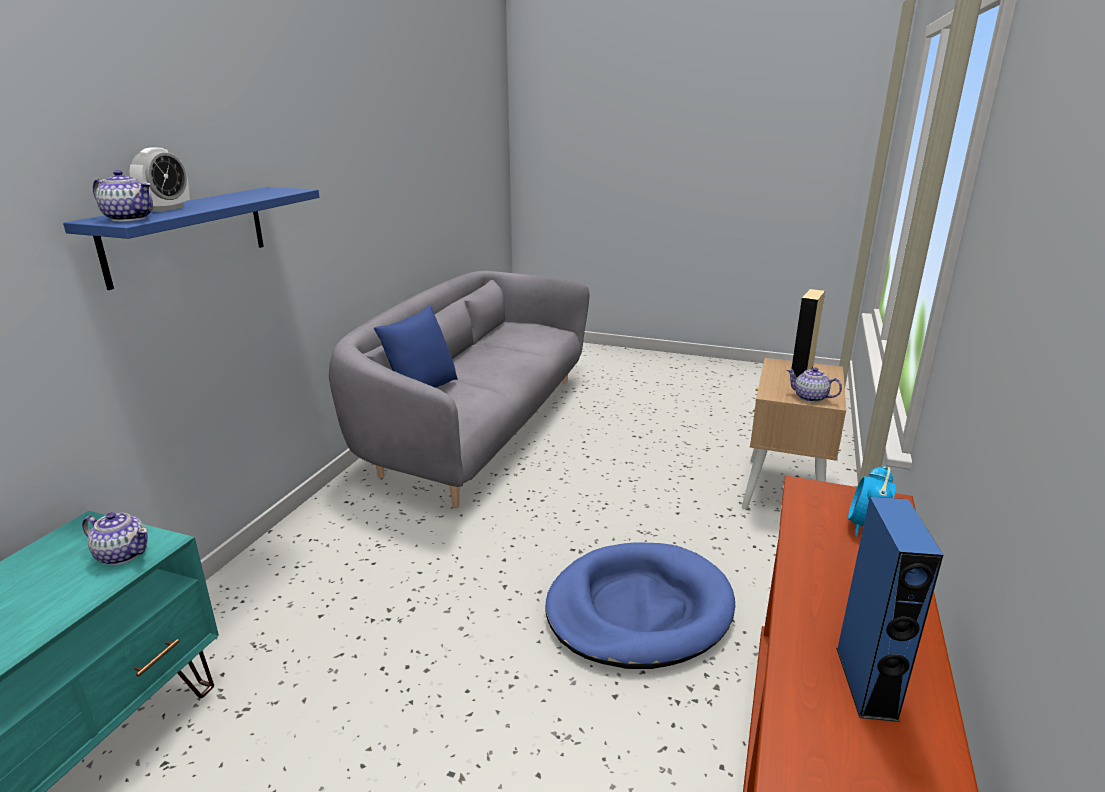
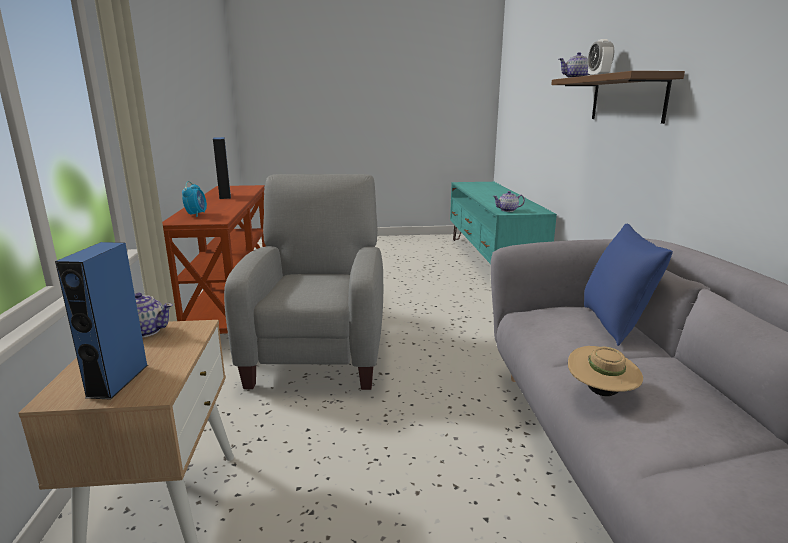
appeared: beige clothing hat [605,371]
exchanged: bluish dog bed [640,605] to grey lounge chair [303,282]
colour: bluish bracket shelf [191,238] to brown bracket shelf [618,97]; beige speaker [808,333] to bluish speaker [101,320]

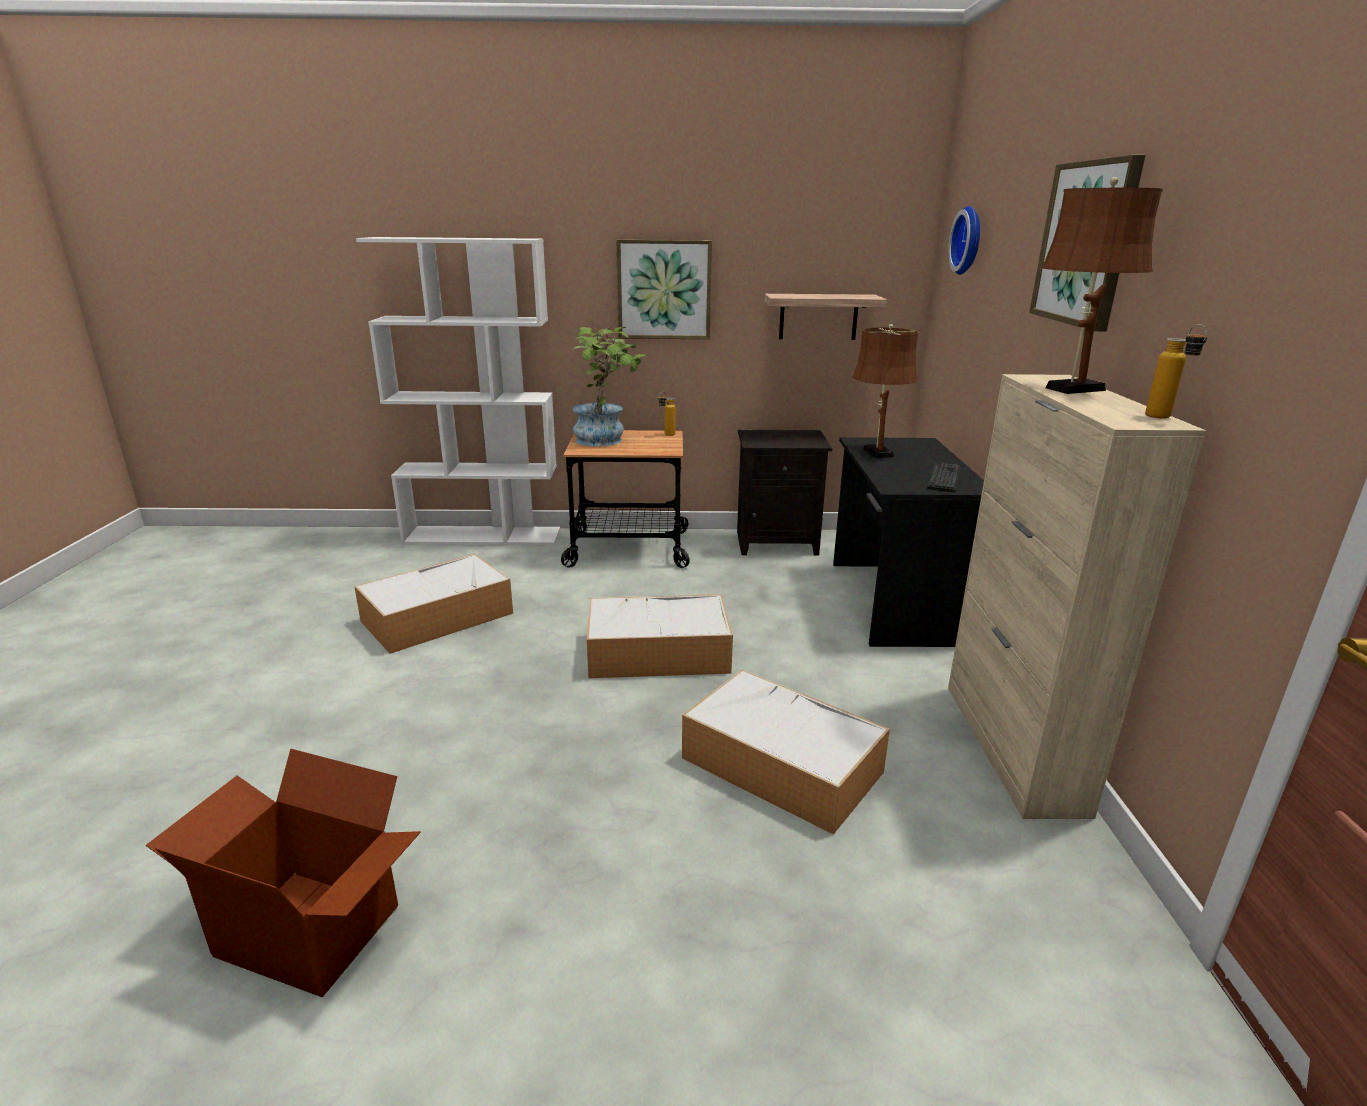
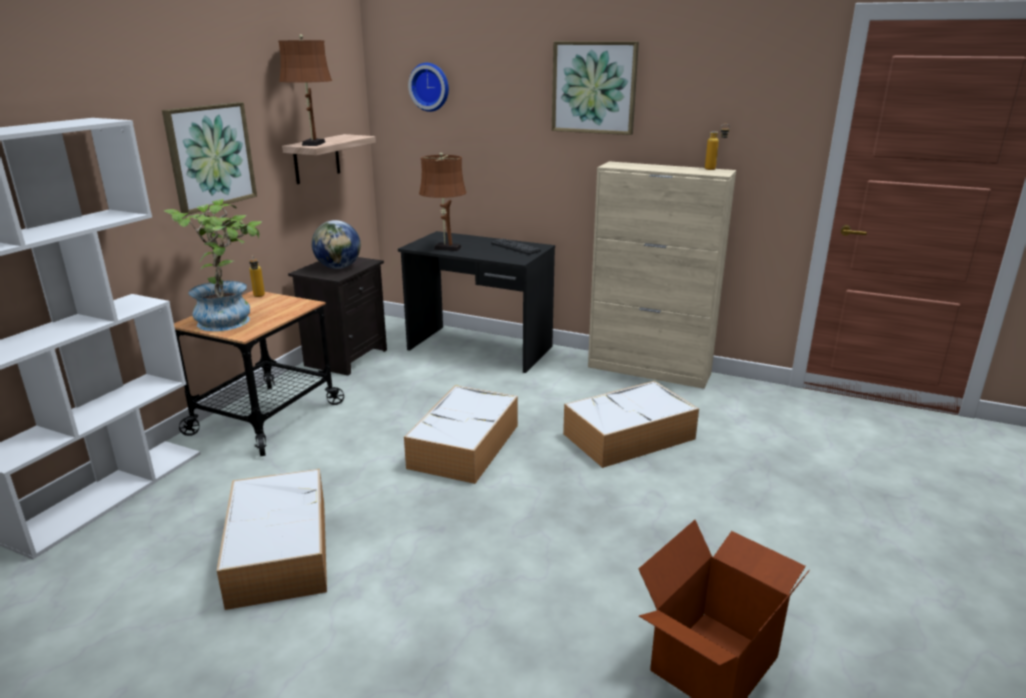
appeared: desk globe [336,244]
relocated: brown lamp for a table [1102,285] to [305,90]

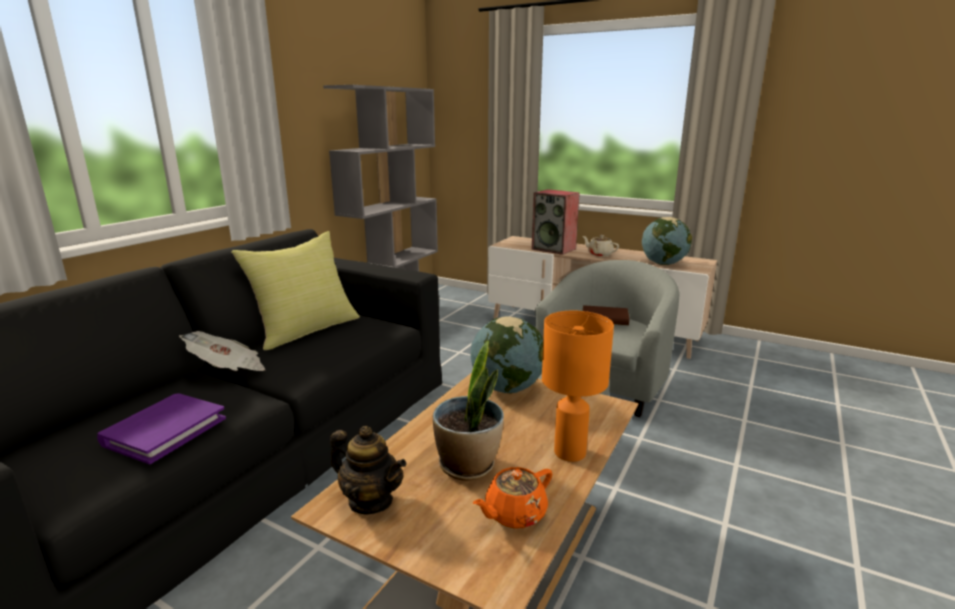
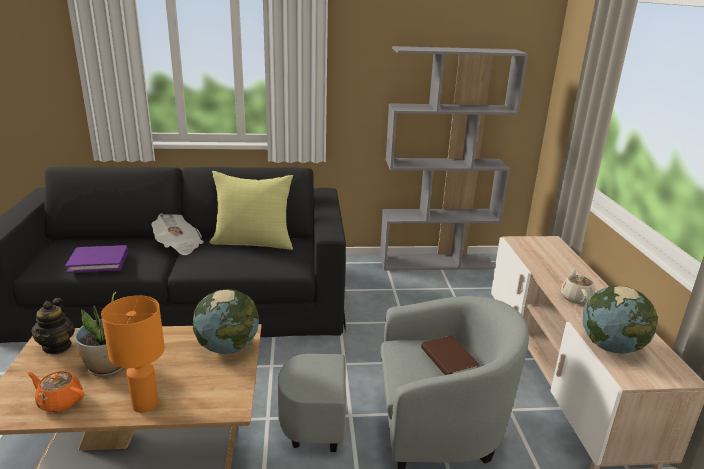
missing: speaker [556,222]

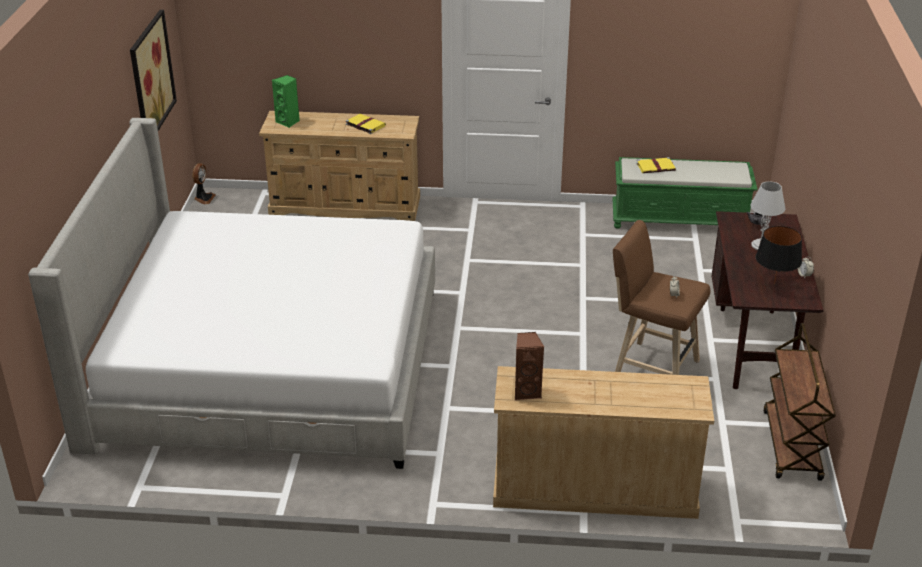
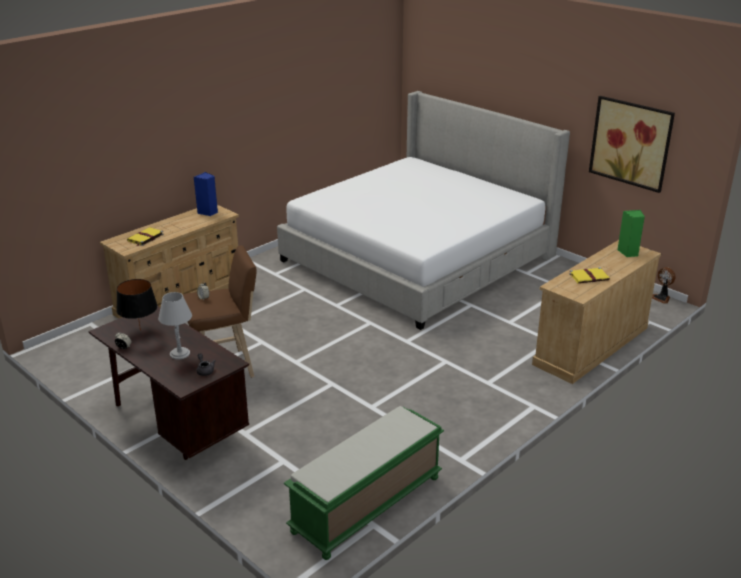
missing: brown trolley [799,402]
relocated: yellow bound book [656,165] to [145,236]
colour: brown speaker [529,366] to bluish speaker [206,194]

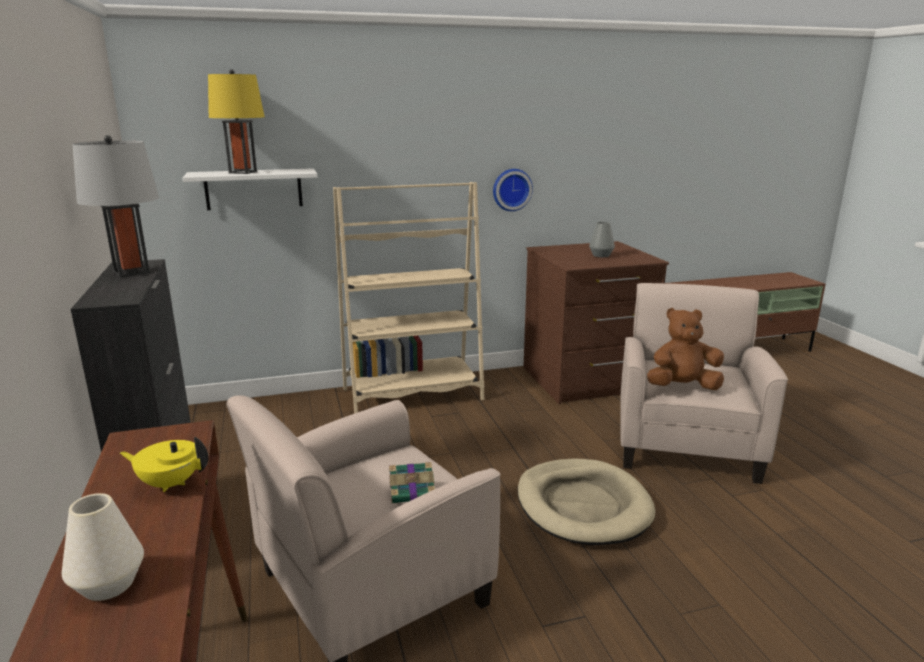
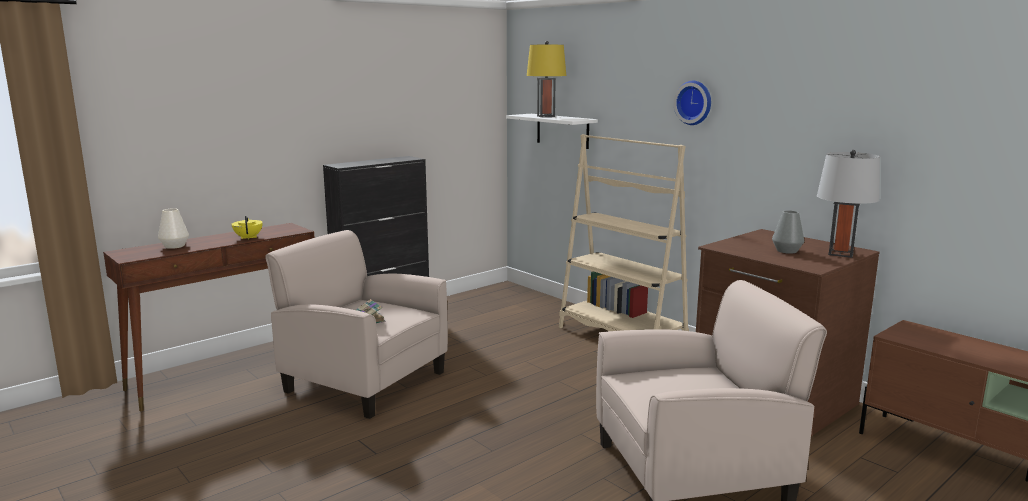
missing: beige dog bed [587,502]; brown cuddly toy [685,349]
relocated: grey lamp for a table [115,206] to [848,204]; hanging clock [513,190] to [692,103]

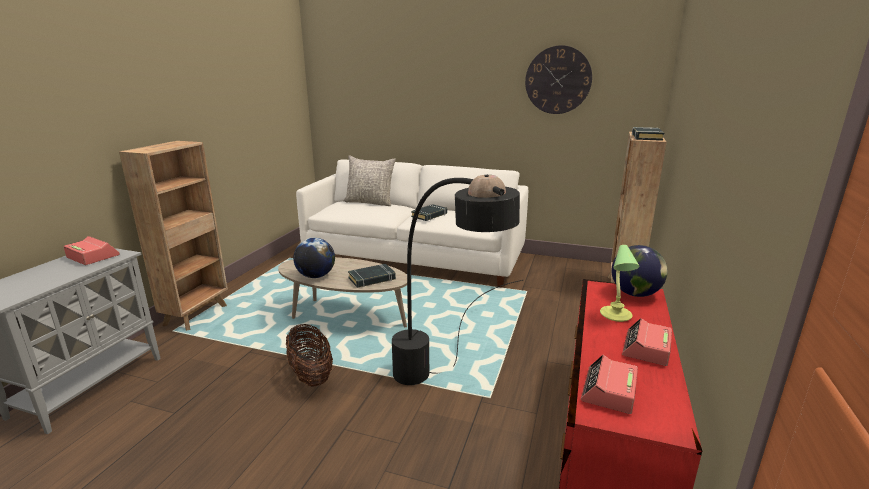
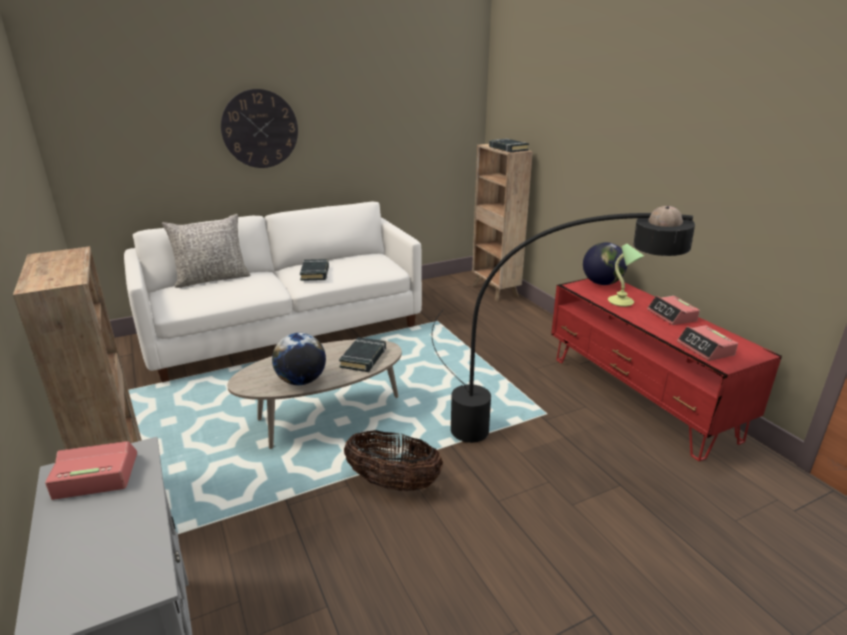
relocated: hanging clock [558,79] to [259,128]

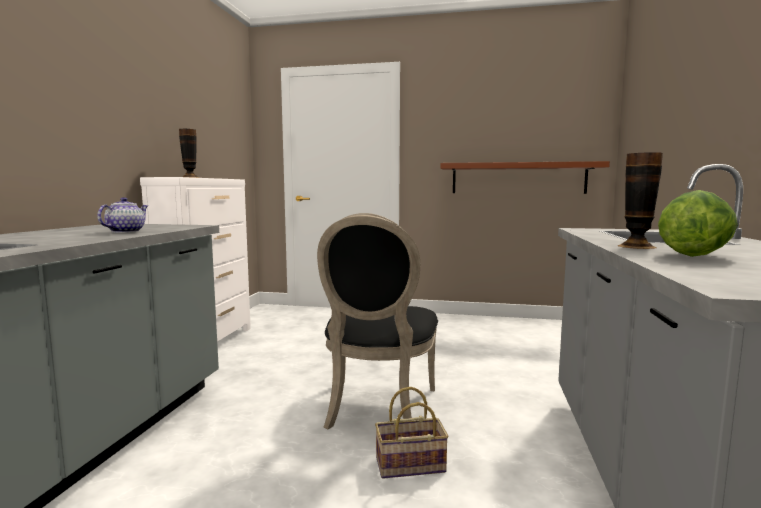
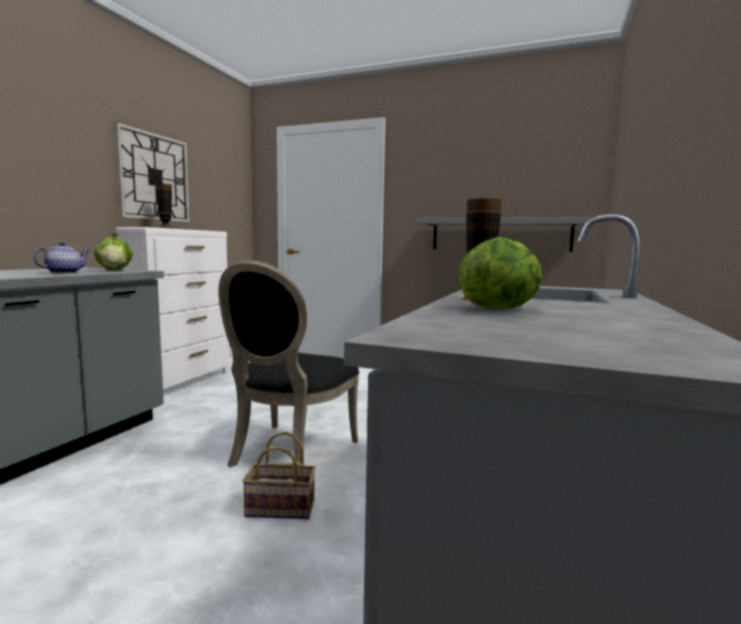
appeared: lettuce head [113,253]; hanging clock [151,172]
colour: brown bracket shelf [525,177] to grey bracket shelf [503,234]

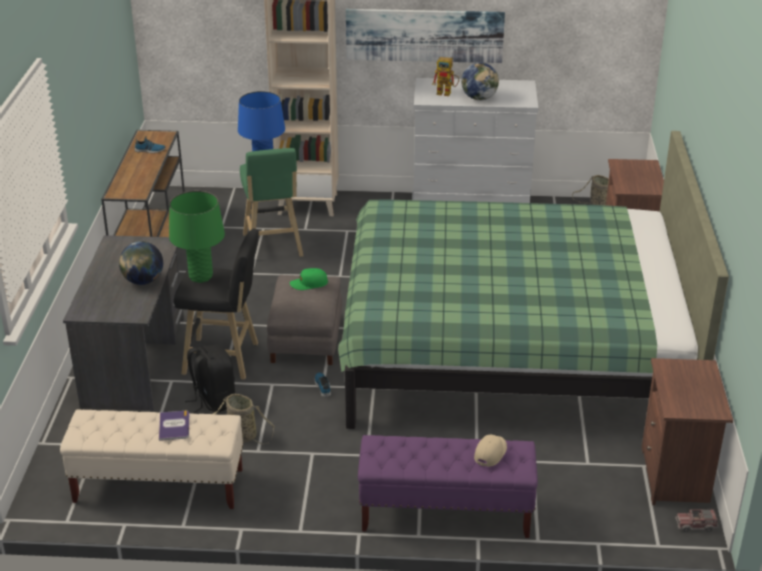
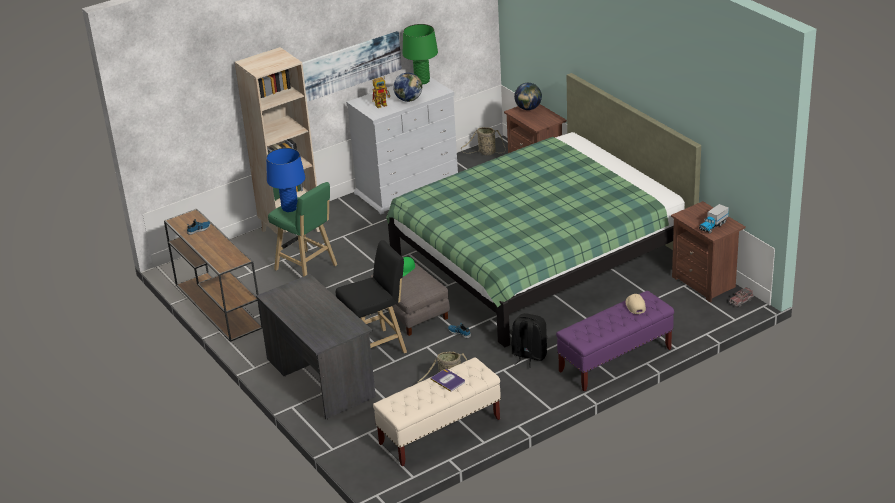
appeared: toy lorry [714,219]
relocated: desk globe [141,263] to [528,96]; green-coloured lamp for a table [197,237] to [420,54]; black-coloured rucksack [210,379] to [529,340]

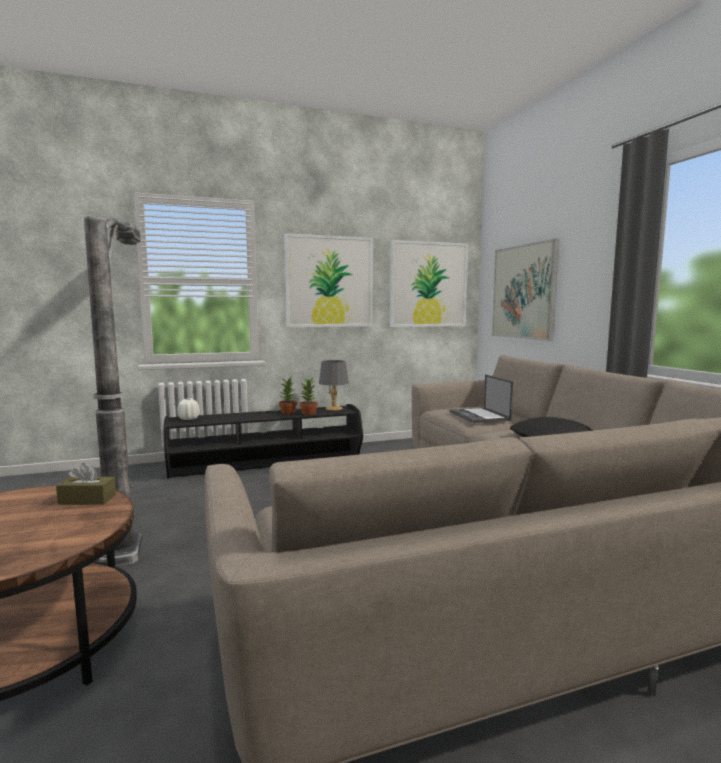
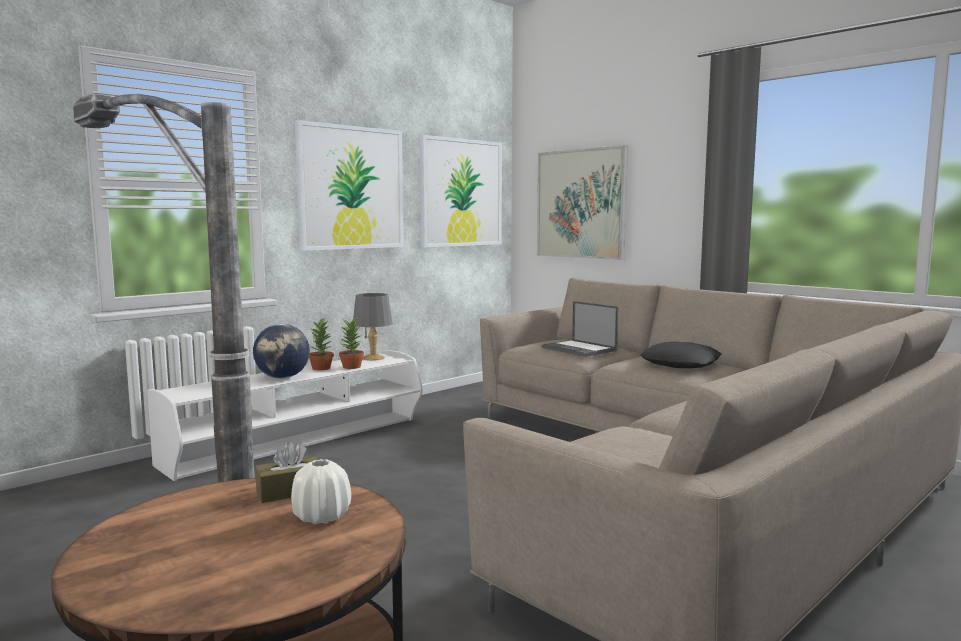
appeared: desk globe [281,351]
relocated: white-coloured decorative vase [188,409] to [321,491]
colour: black-coloured tv stand [263,441] to white-coloured tv stand [285,416]

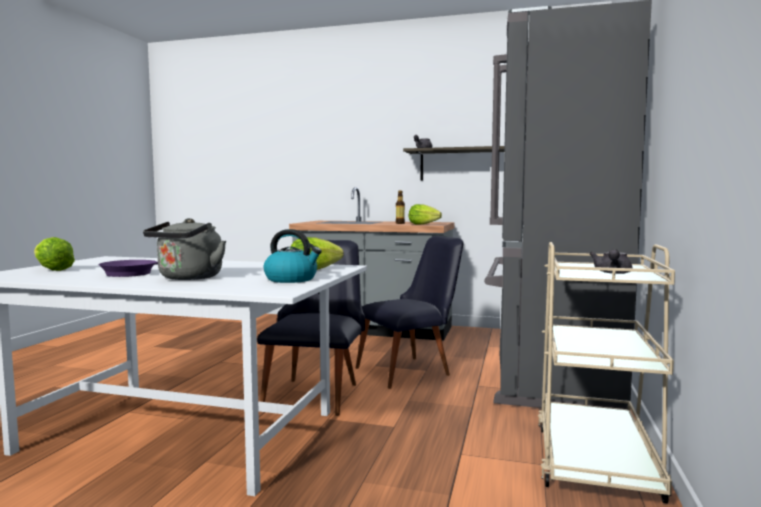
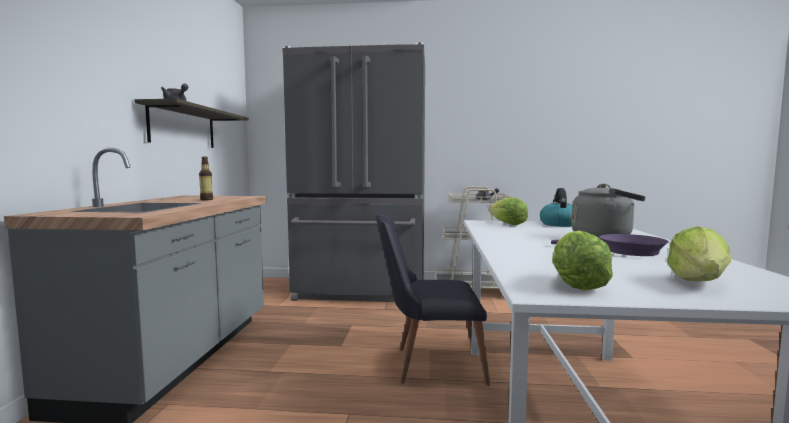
missing: black-coloured upright chair [410,312]
relocated: lettuce head [425,214] to [582,260]

